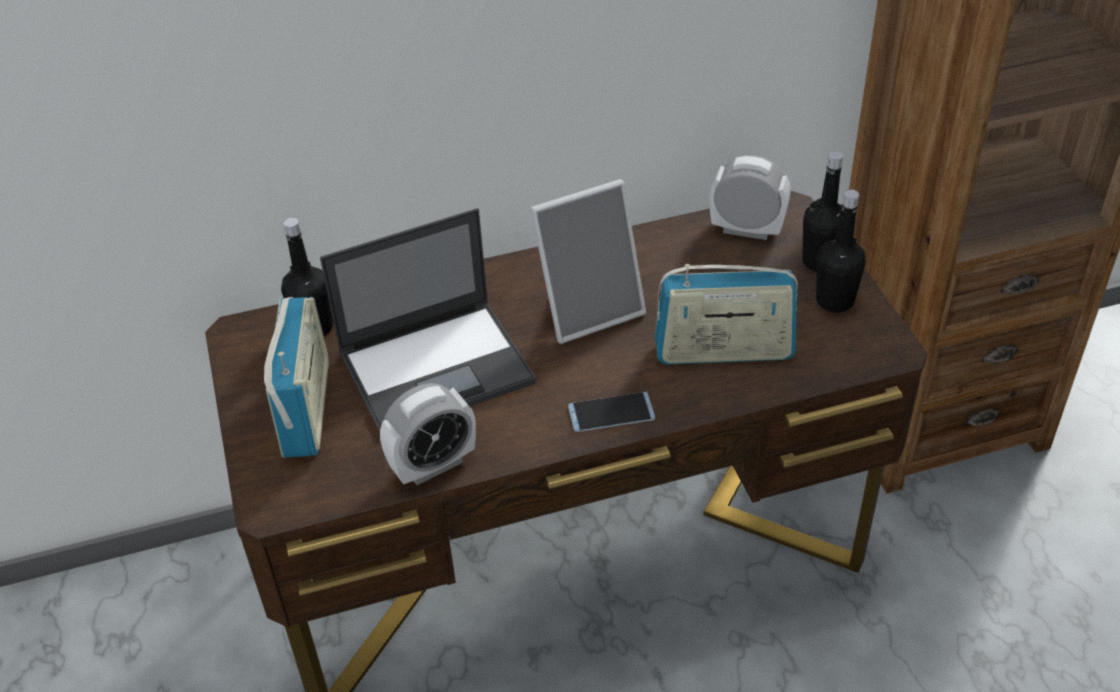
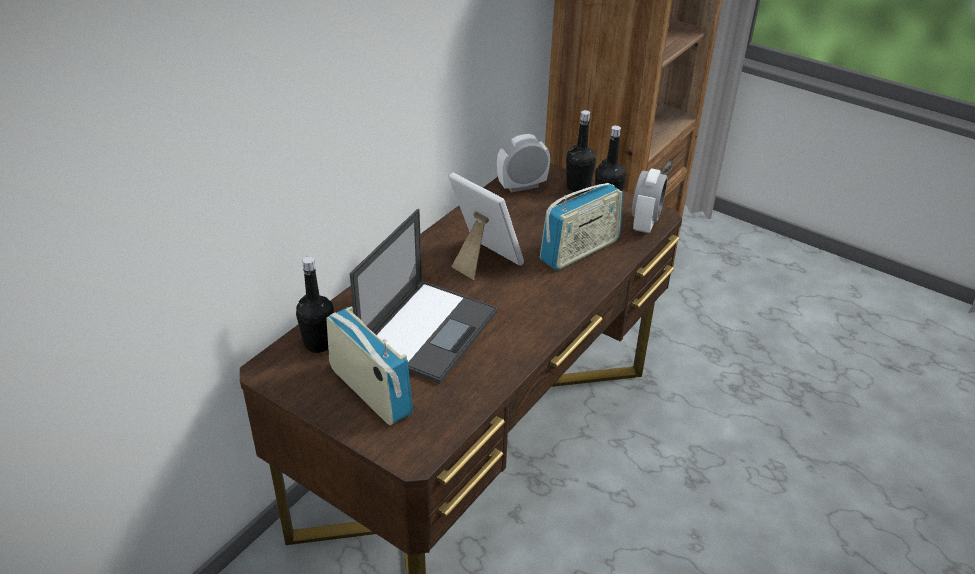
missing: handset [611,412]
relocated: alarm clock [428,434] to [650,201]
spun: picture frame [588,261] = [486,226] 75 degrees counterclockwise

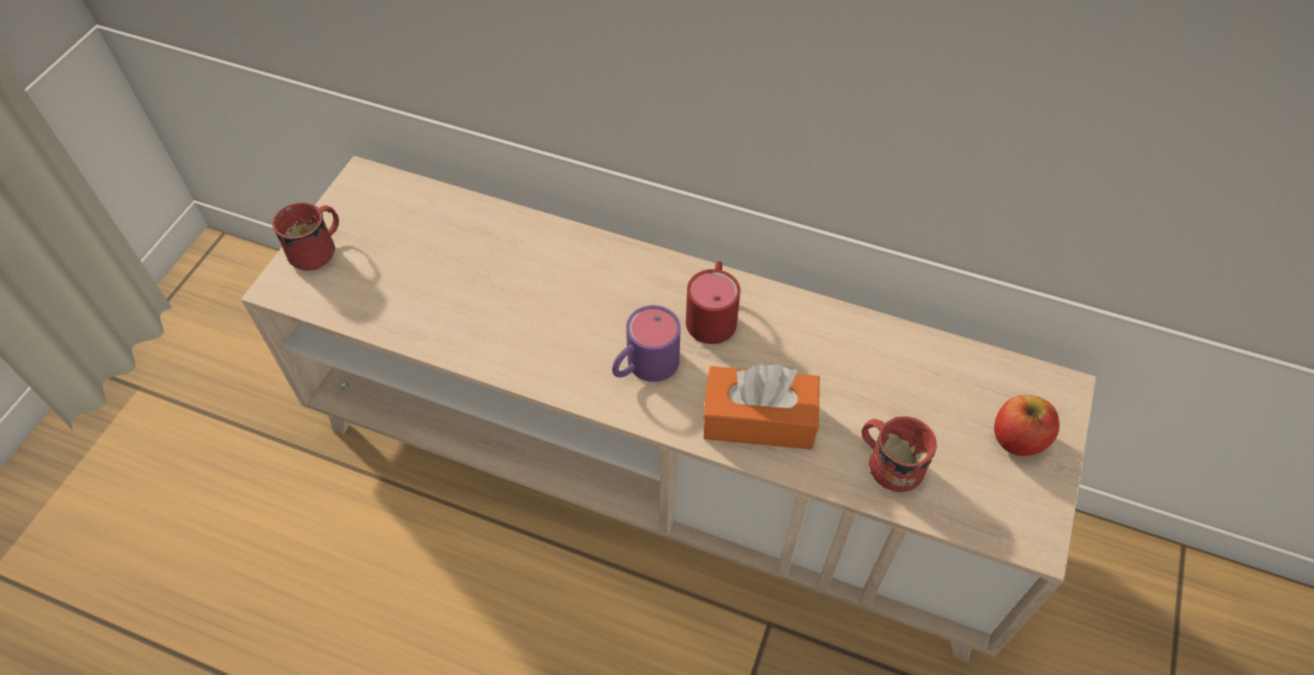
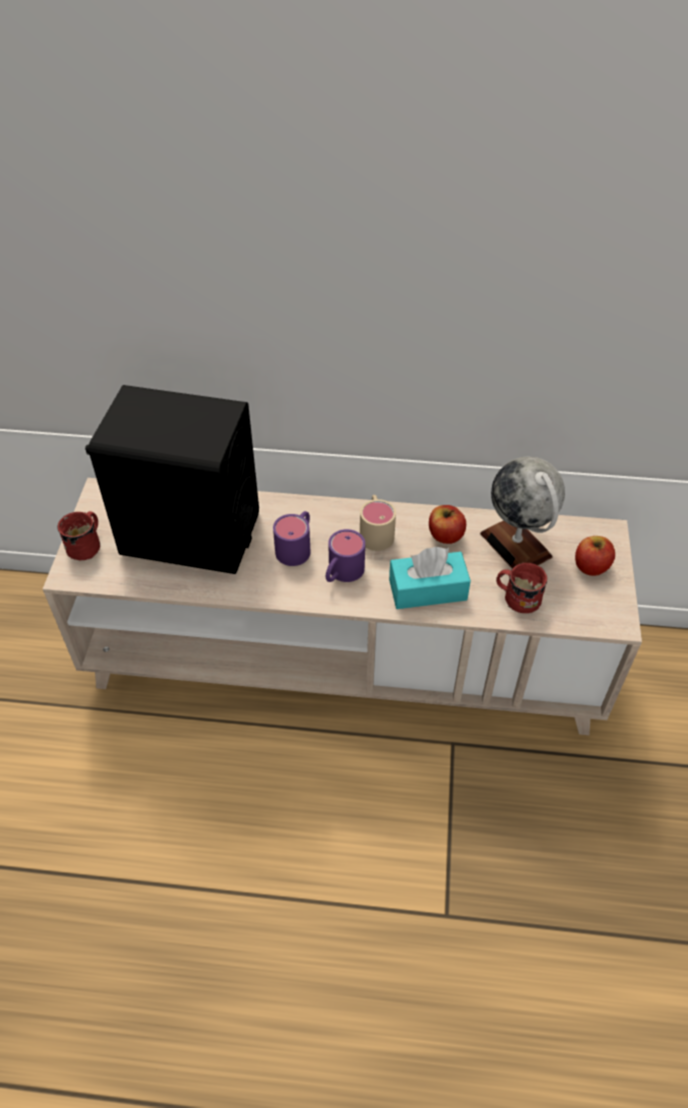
appeared: black-coloured speaker [172,479]; purple coffee mug [292,538]; apple fruit [447,524]; desk globe [522,512]
colour: red-coloured coffee mug [713,302] to beige coffee mug [378,523]; orange box of tissues [761,406] to turquoise box of tissues [430,578]

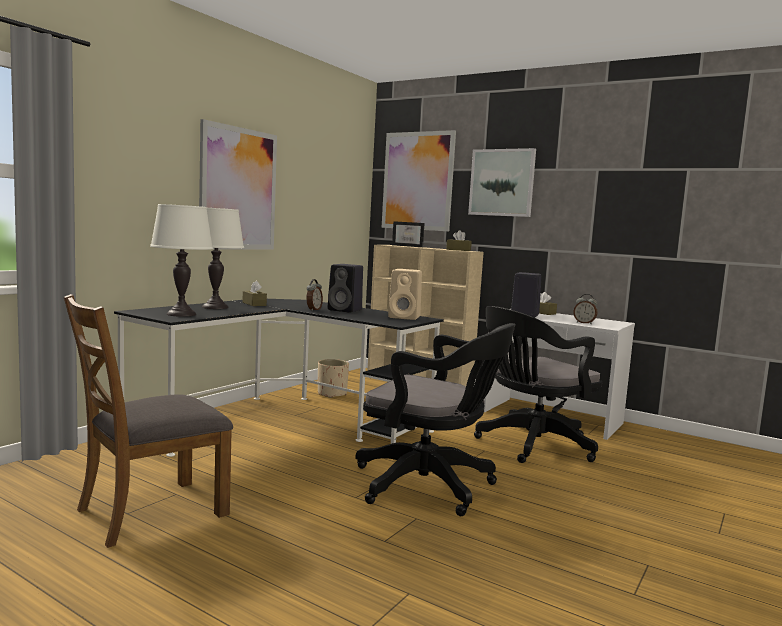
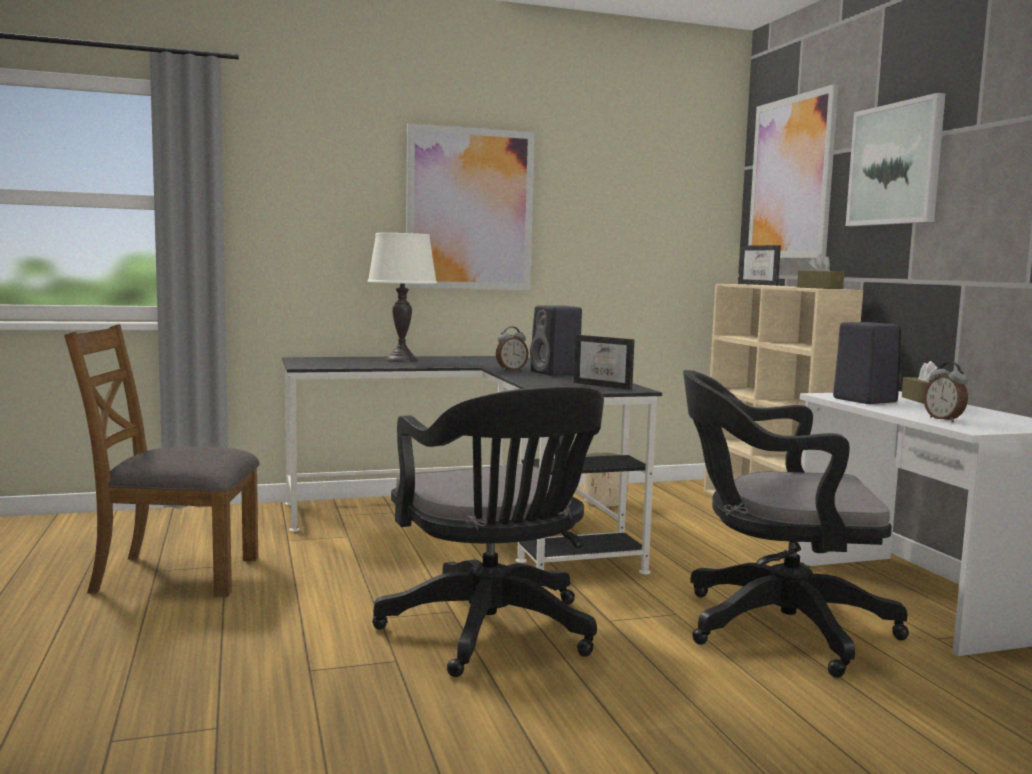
missing: white-coloured lamp for a table [181,260]; brown box of tissues [255,293]
exchanged: beige speaker [405,294] to picture frame [604,362]

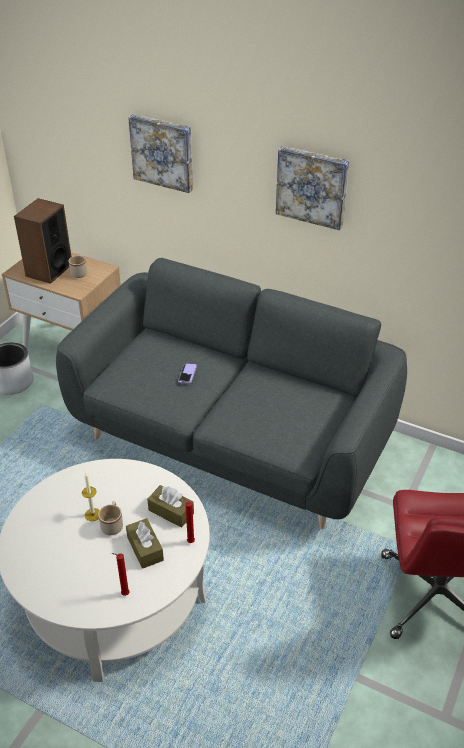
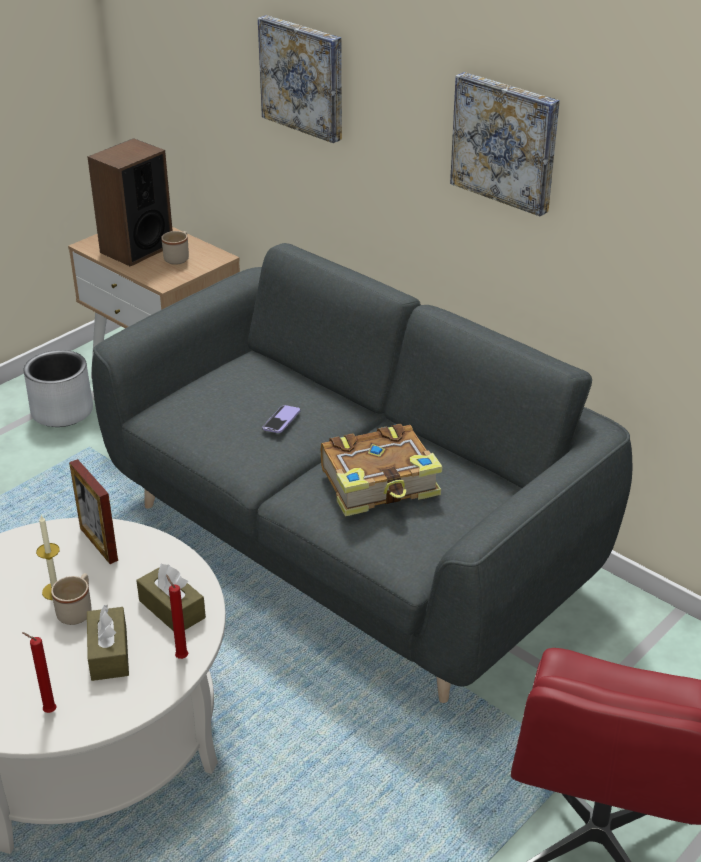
appeared: picture frame [93,511]; bound book [381,470]

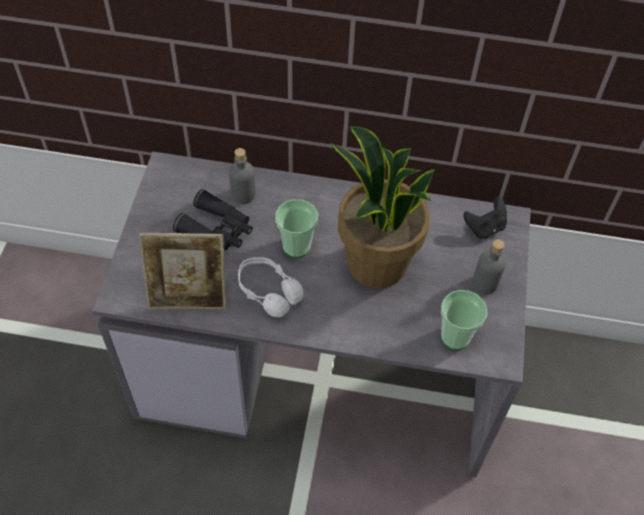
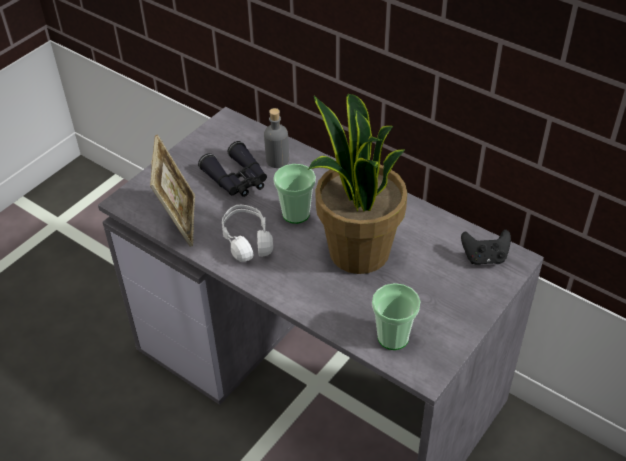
missing: grey bottle [489,267]
spun: picture frame [182,271] = [172,191] 120 degrees counterclockwise

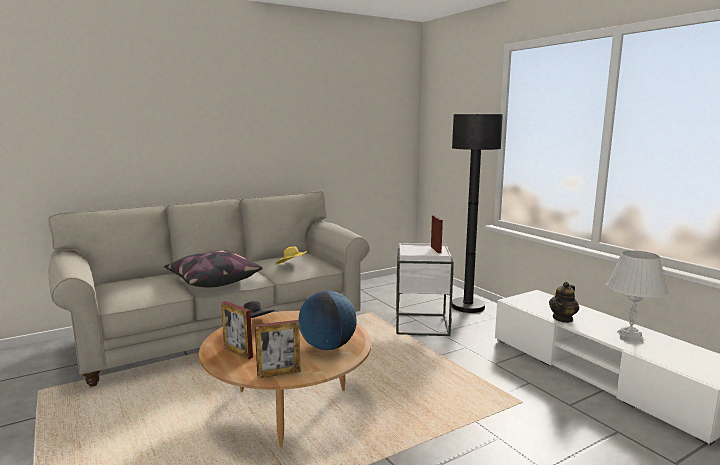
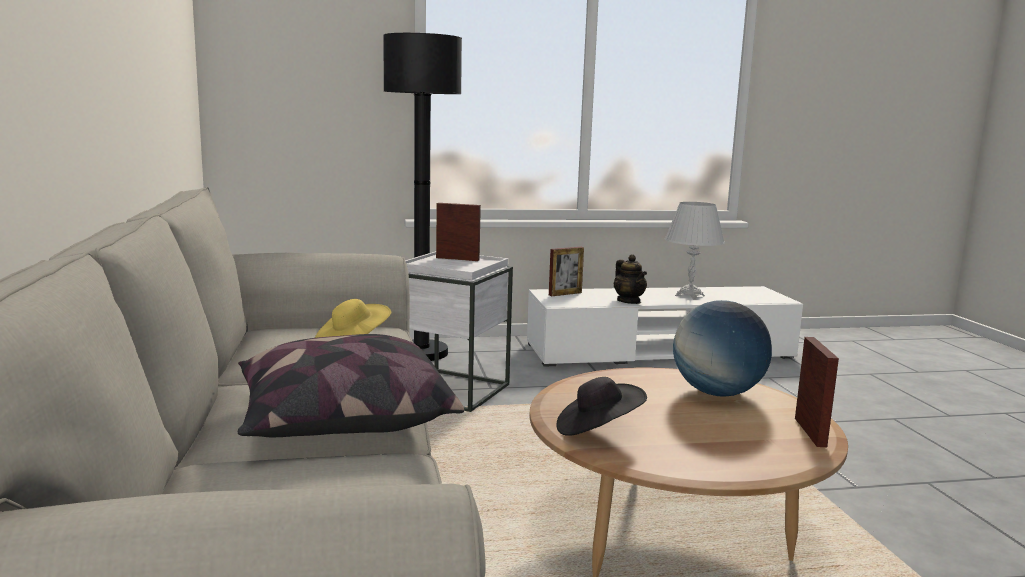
relocated: picture frame [237,330] to [566,271]

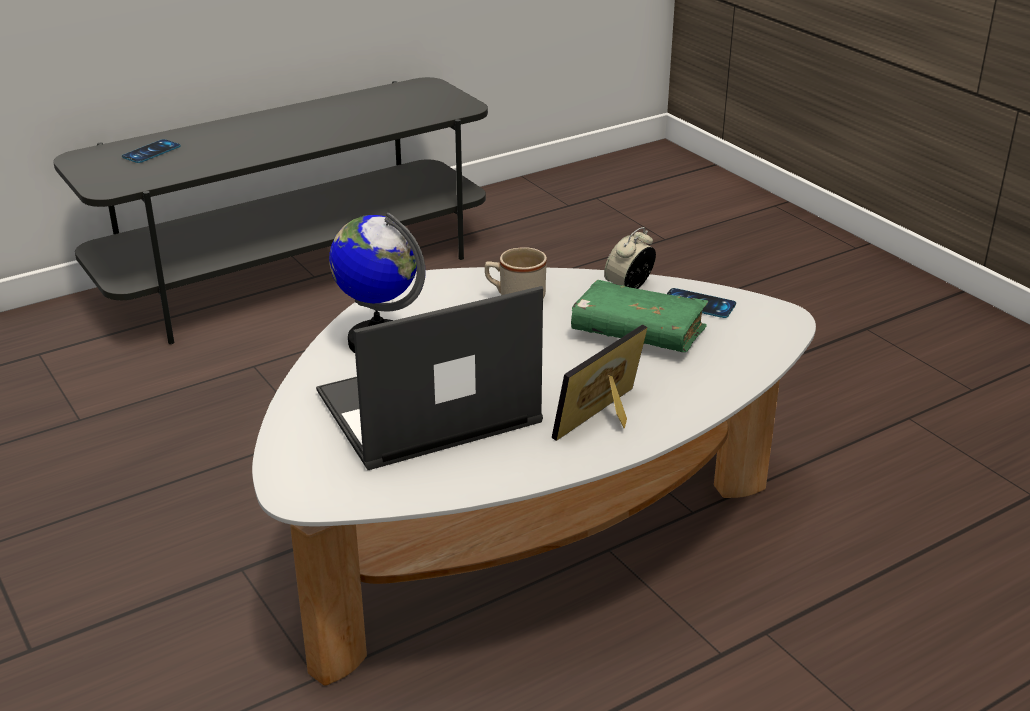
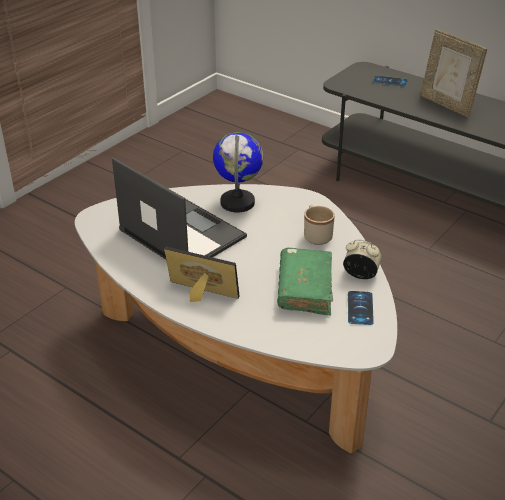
appeared: picture frame [453,73]

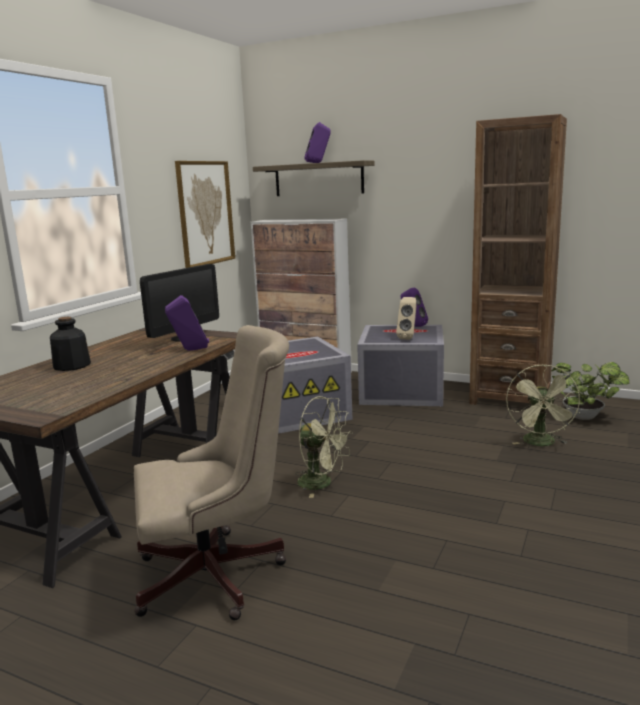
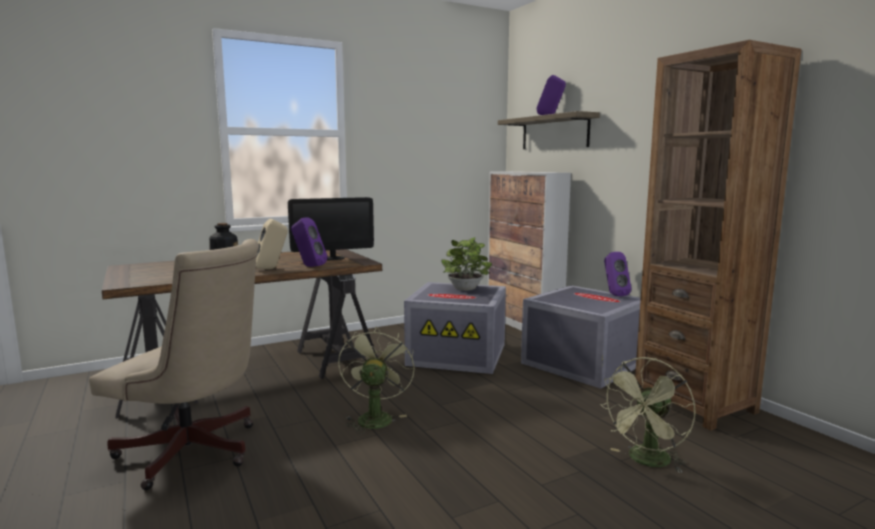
missing: picture [205,214]
relocated: beige speaker [406,318] to [272,244]; plant in a pot [590,391] to [467,264]
spun: green-coloured fan [323,447] = [376,380] 150 degrees counterclockwise

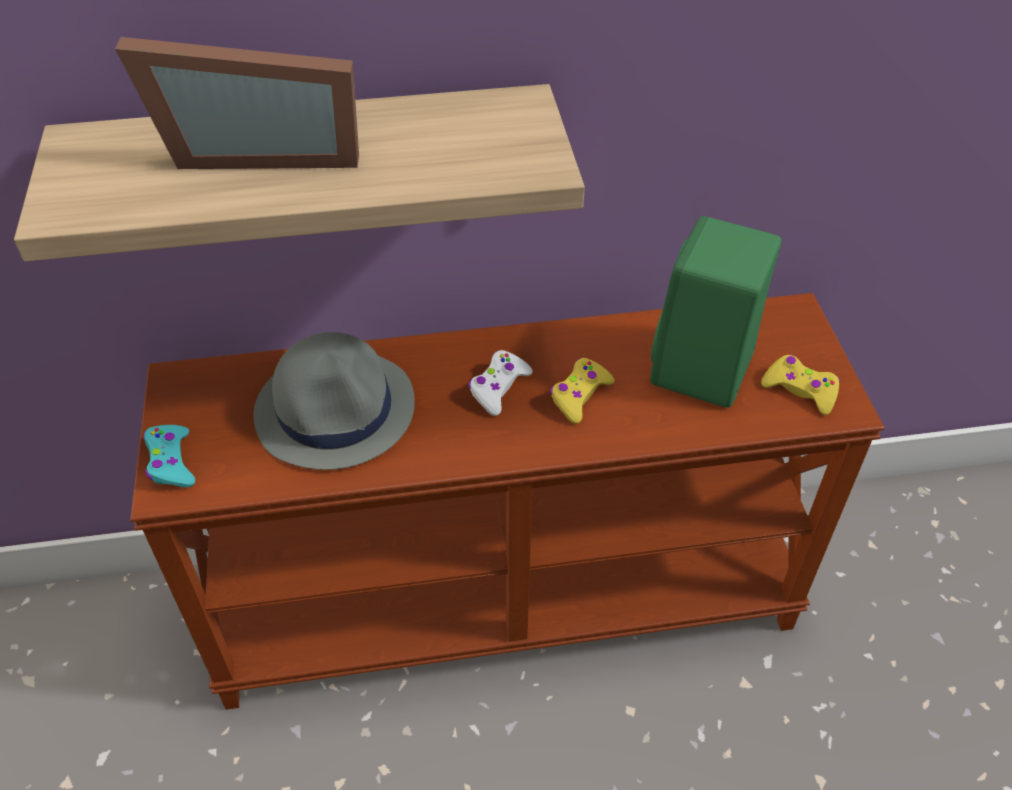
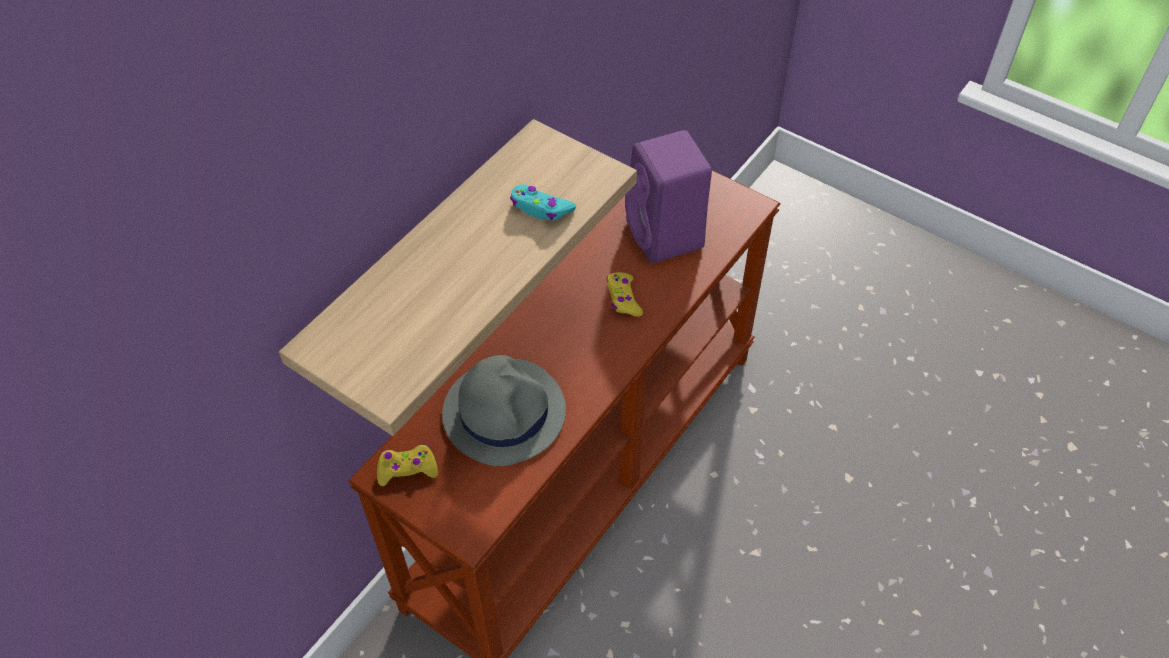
missing: picture frame [237,103]; white-coloured joypad [500,383]
relocated: turquoise joypad [169,456] to [543,202]; yellow joypad [800,385] to [407,465]
colour: green-coloured speaker [716,312] to purple speaker [668,196]

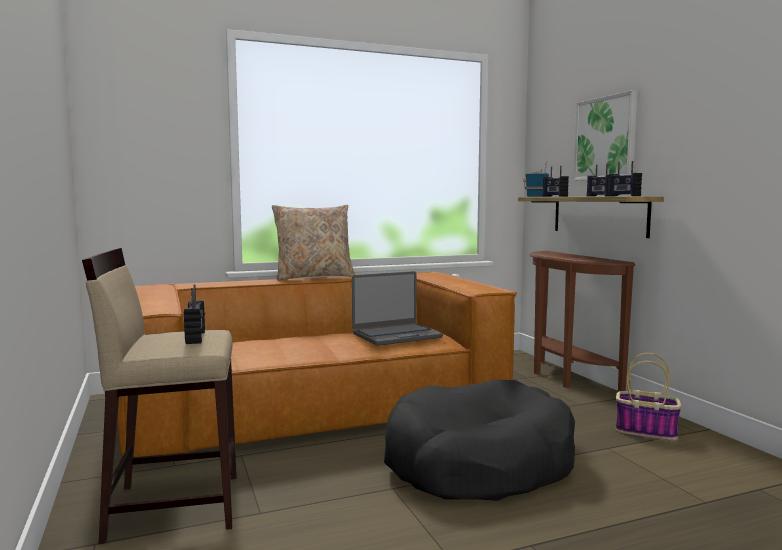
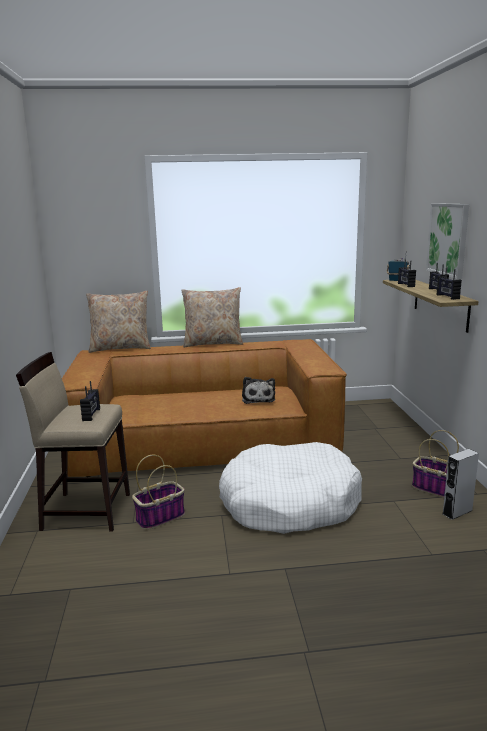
missing: brown narrow table [583,321]
appeared: beige pillow [118,322]; storage basket [158,492]; grey speaker [461,484]
exchanged: laptop [397,308] to cuddly toy [258,390]
colour: black-coloured dog bed [479,440] to white-coloured dog bed [290,488]

